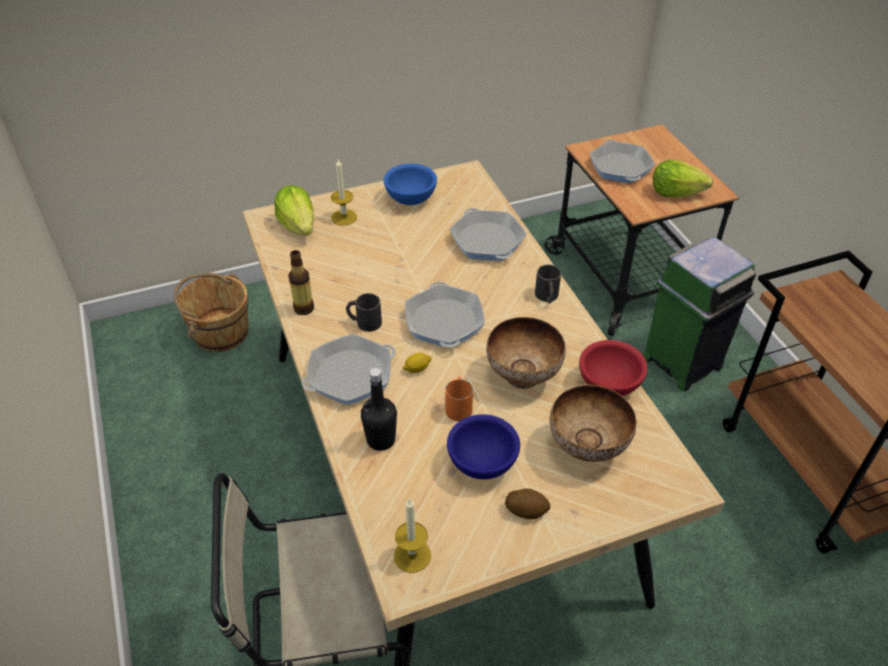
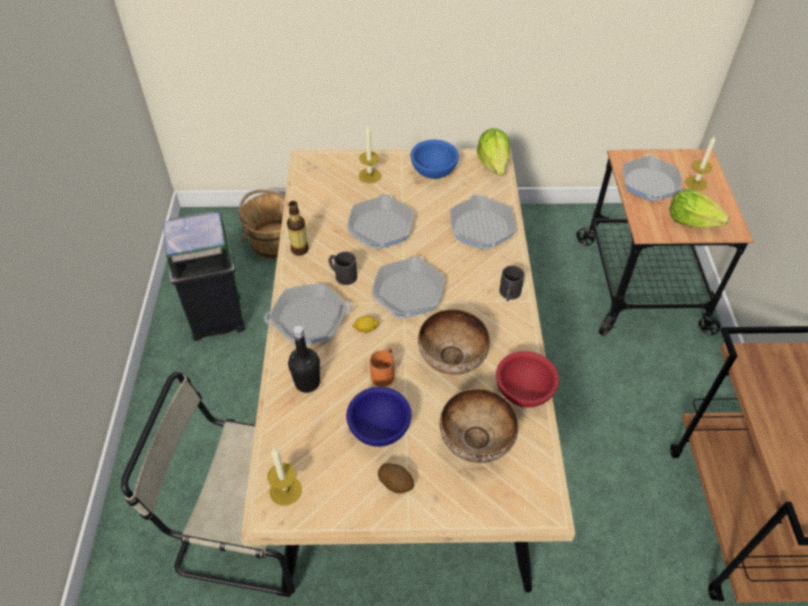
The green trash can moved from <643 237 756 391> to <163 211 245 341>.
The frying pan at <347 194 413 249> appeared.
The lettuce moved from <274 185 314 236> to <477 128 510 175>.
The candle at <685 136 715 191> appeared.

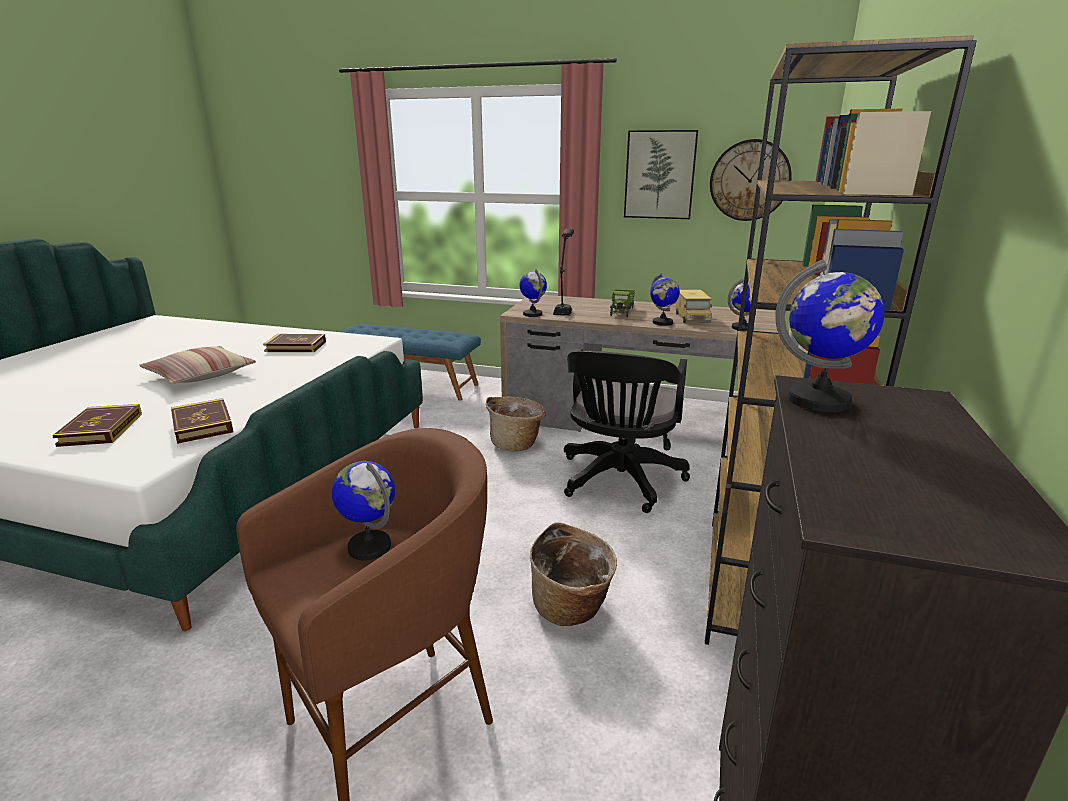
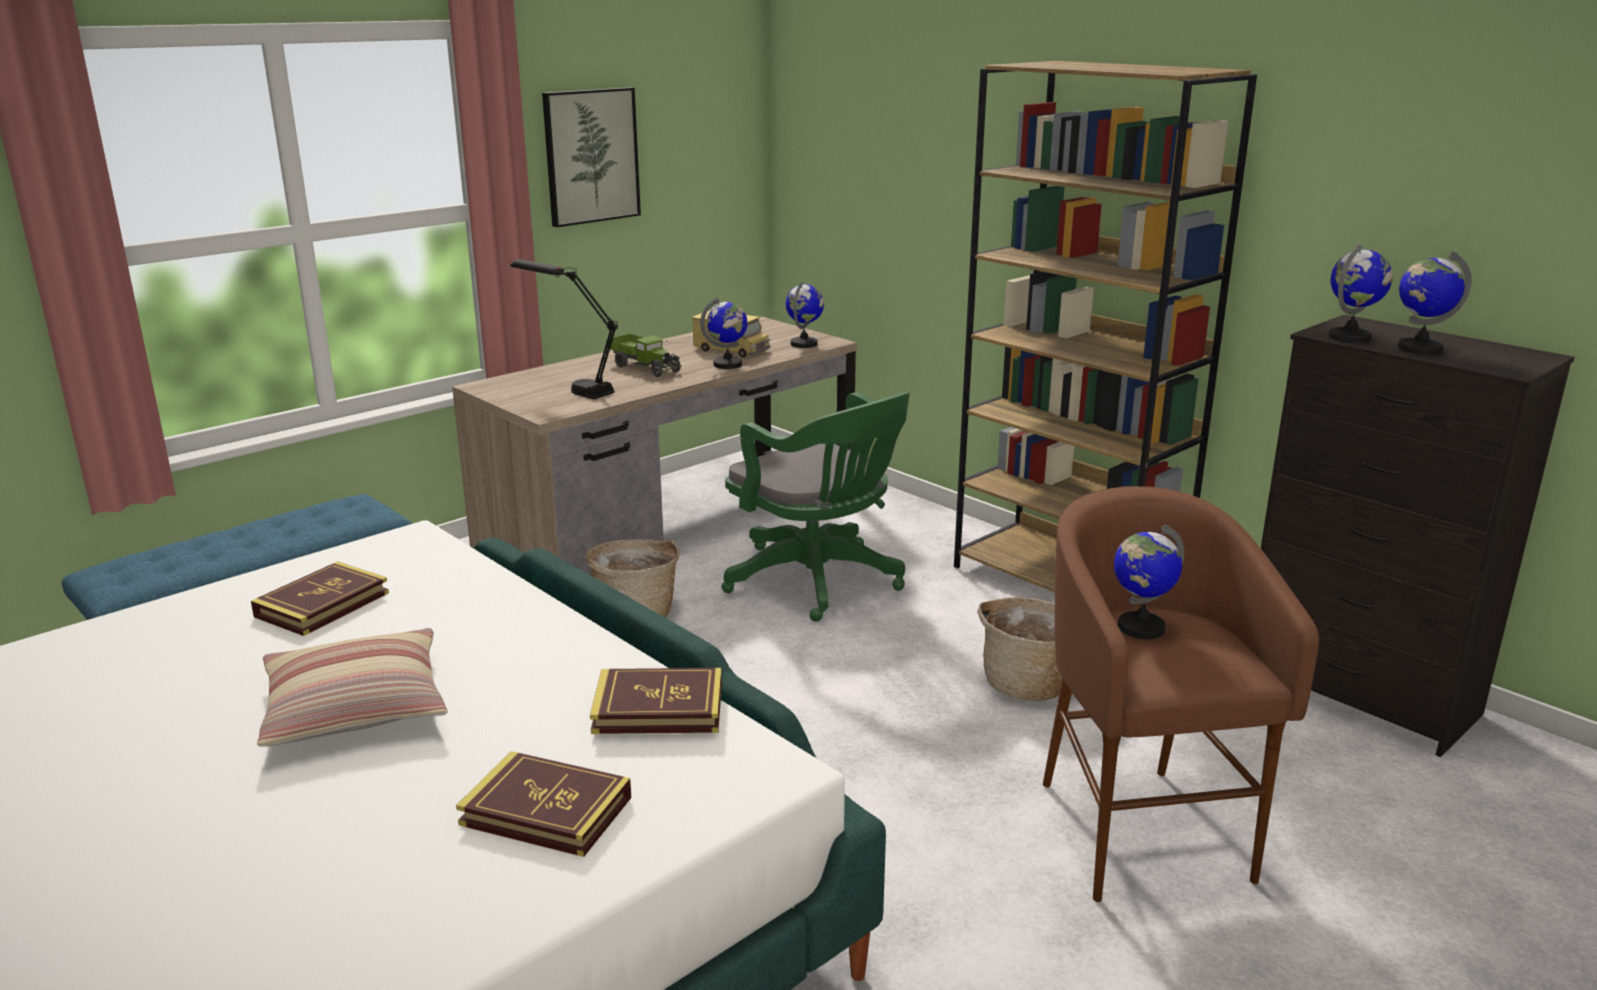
The black office chair at <564 349 690 513> became the green office chair at <722 392 910 622>.
The globe moved from <520 269 547 317> to <1398 251 1472 355>.
The wall clock at <710 139 792 221> disappeared.

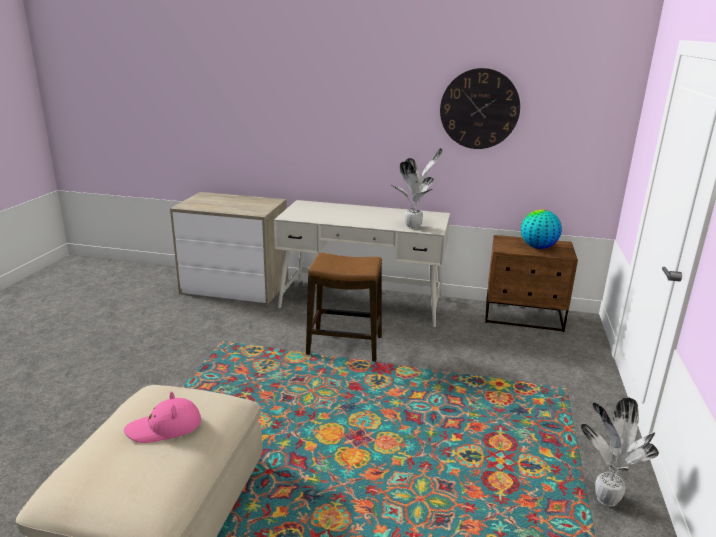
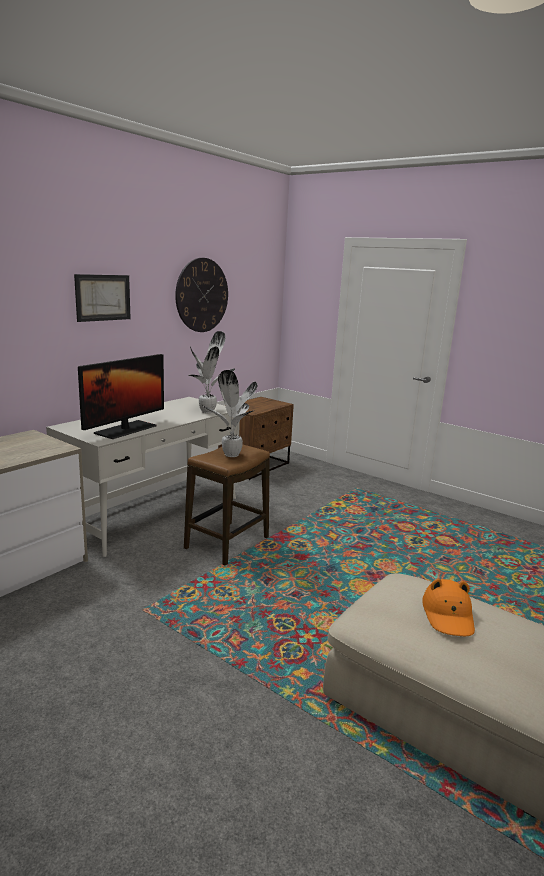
The picture at <74 274 131 322> appeared.
The monitor at <78 354 164 439> appeared.
The potted plant moved from <581 397 659 507> to <202 370 258 457>.
The pink hat at <124 391 201 443> became the orange hat at <422 578 475 636>.
The globe at <521 210 562 249> disappeared.

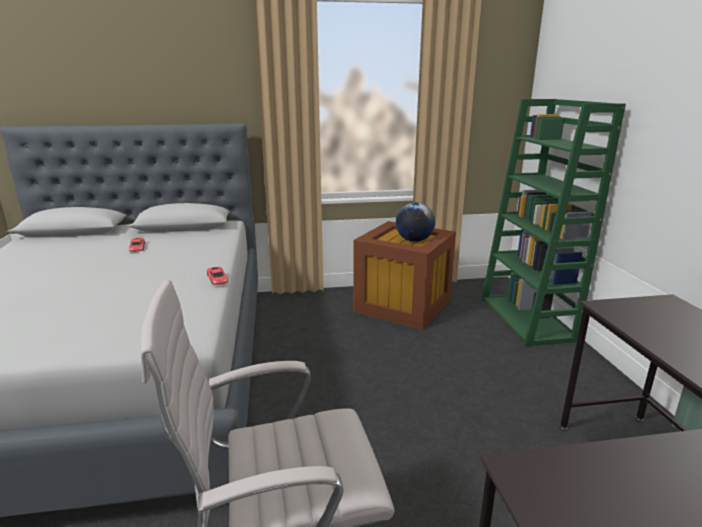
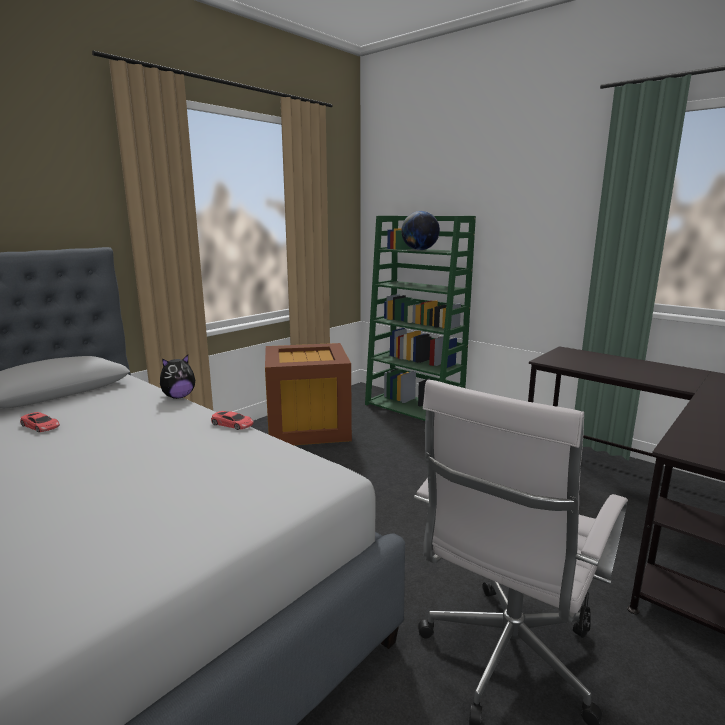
The plush toy at <160 355 195 399> appeared.
The globe moved from <396 202 435 242> to <401 211 440 250>.

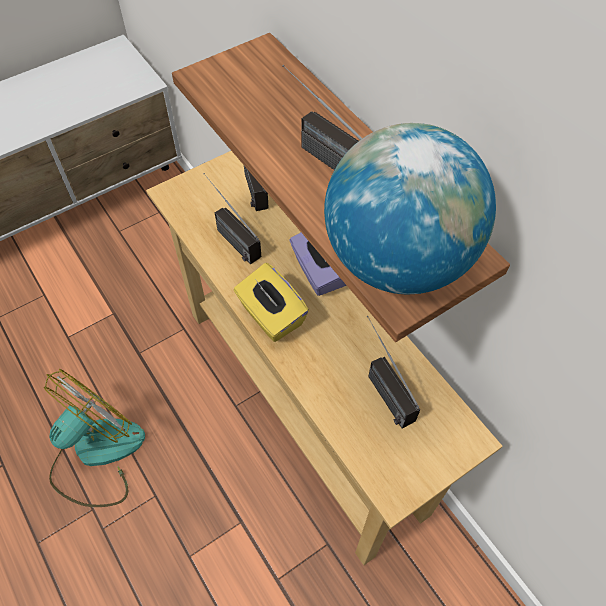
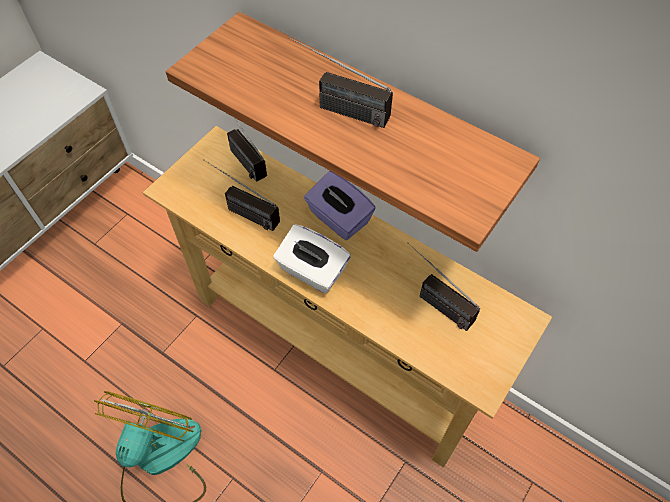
The yellow tissue box at <234 263 309 342> became the white tissue box at <273 224 351 294>.
The globe at <324 123 496 294> disappeared.

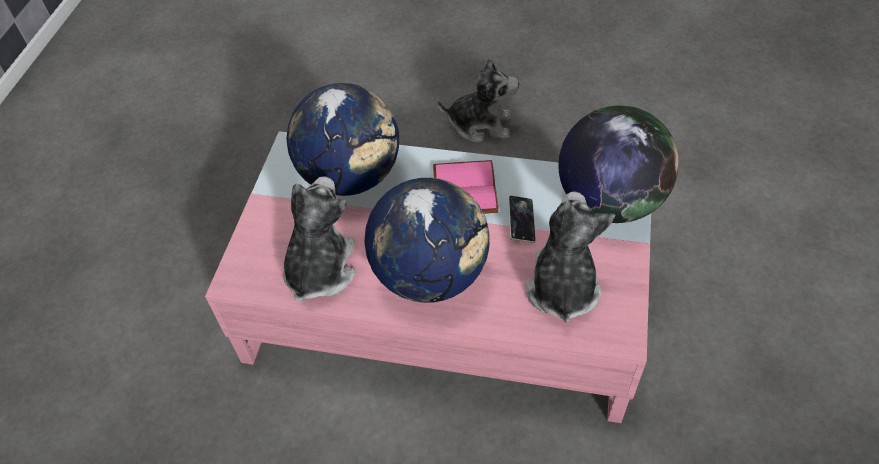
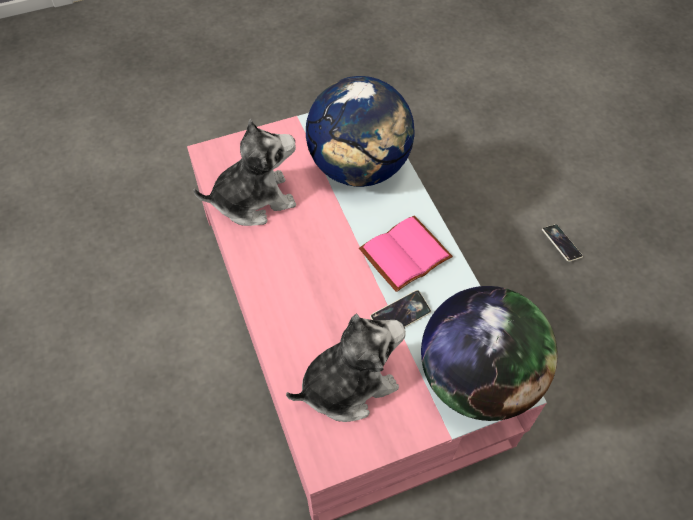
The plush toy at <437 57 519 143> was replaced by the phone at <542 224 583 262>.
The globe at <364 178 490 303> disappeared.

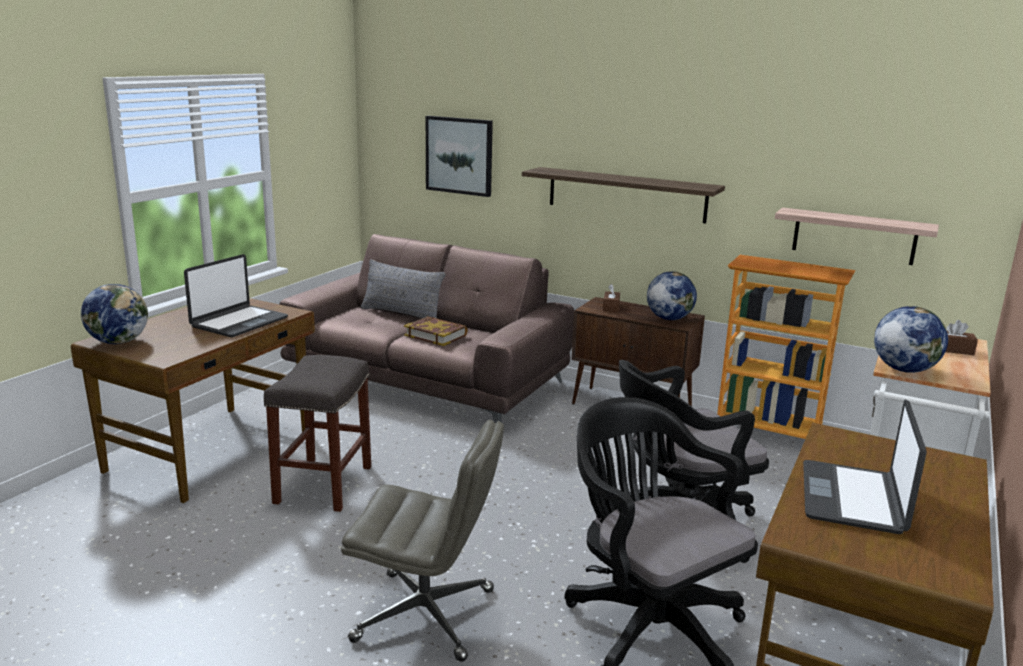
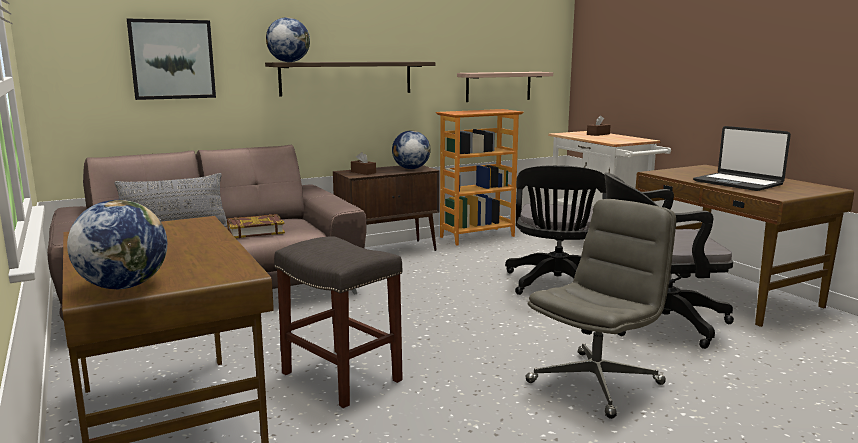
The globe moved from <874 306 948 373> to <266 17 310 62>.
The laptop at <184 254 288 337> disappeared.

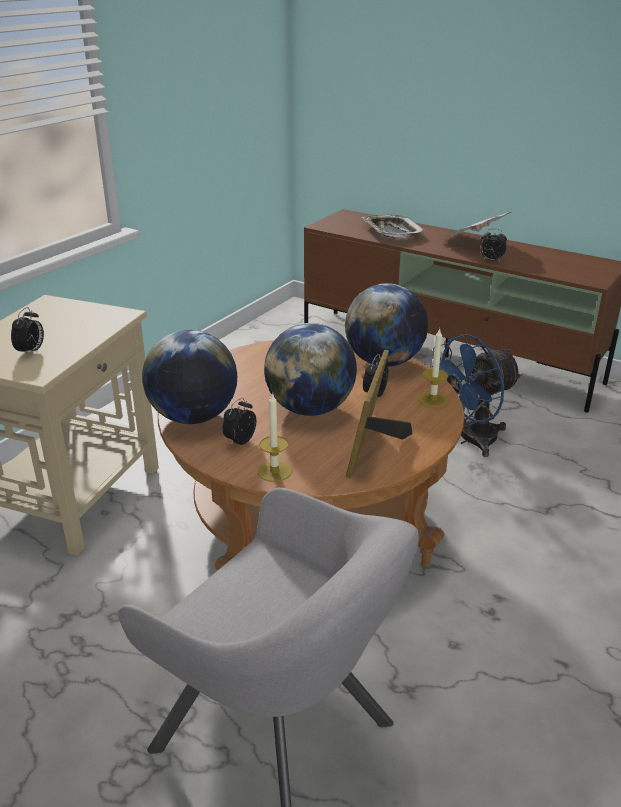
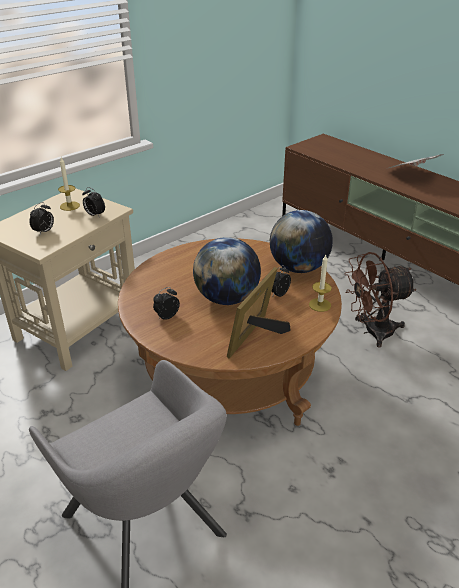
The candle moved from <258 392 292 482> to <58 157 80 211>.
The alarm clock moved from <481 229 507 262> to <82 187 105 218>.
The blue fan at <430 334 522 457> became the brown fan at <344 252 417 348>.
The globe at <142 330 237 424> disappeared.
The tray at <362 215 425 238> disappeared.

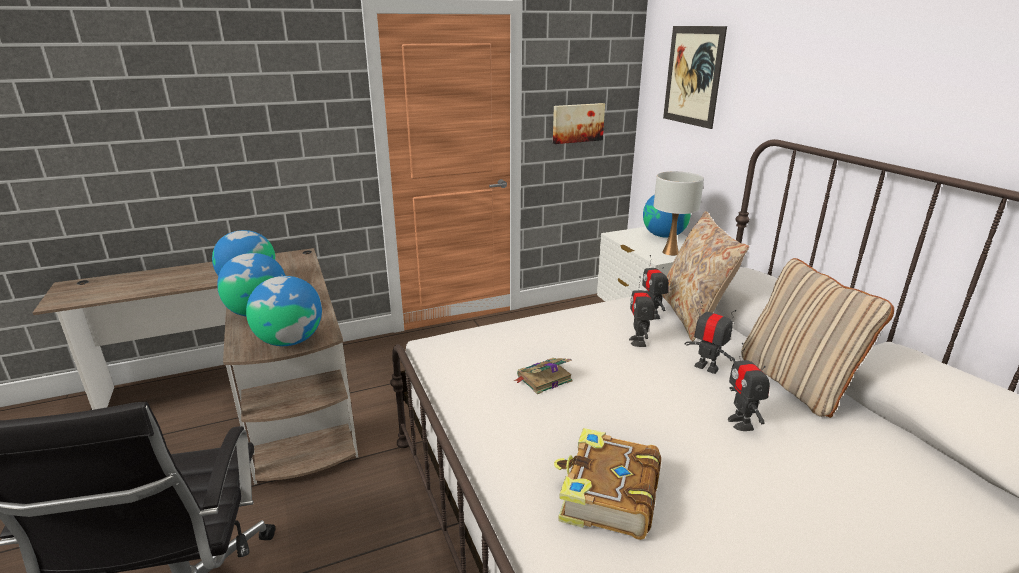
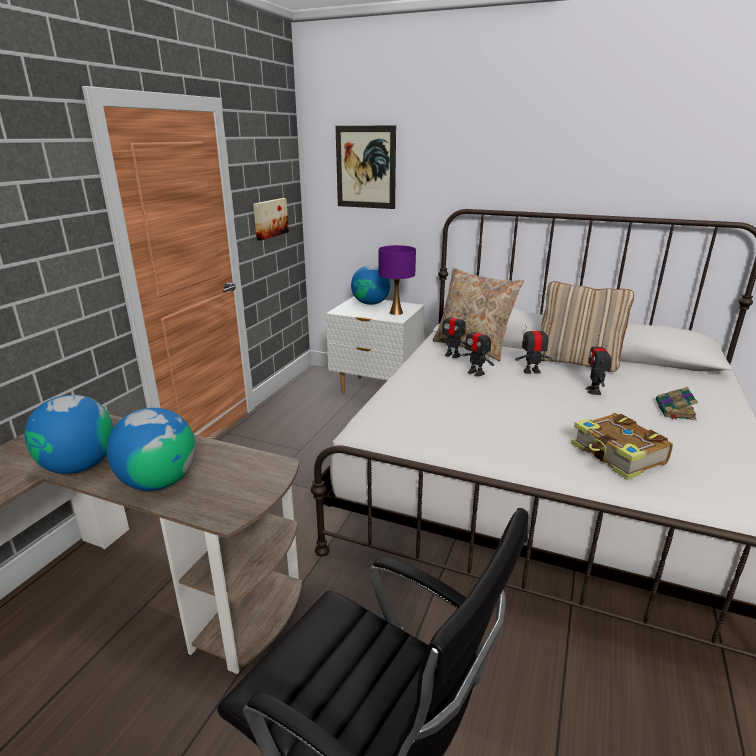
The white table lamp at <654 171 704 256> became the purple table lamp at <379 245 416 315>.
The toy robot at <728 343 770 431> turned 60 degrees clockwise.
The book moved from <514 358 573 394> to <656 387 698 420>.
The globe at <246 276 322 346> disappeared.

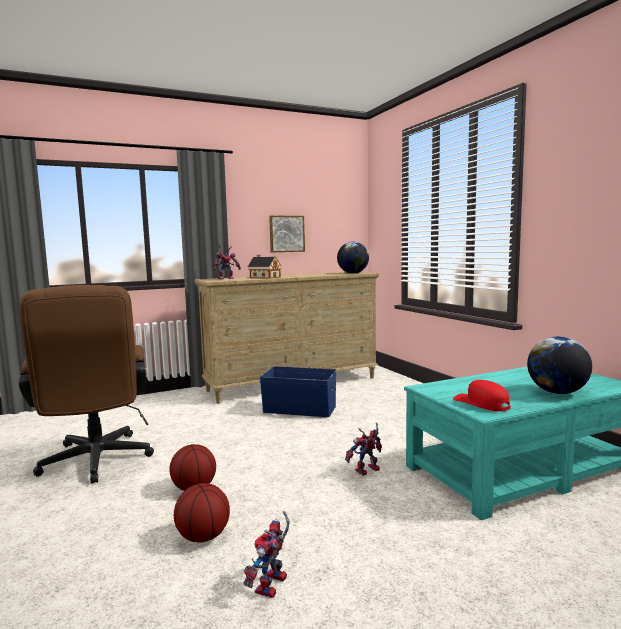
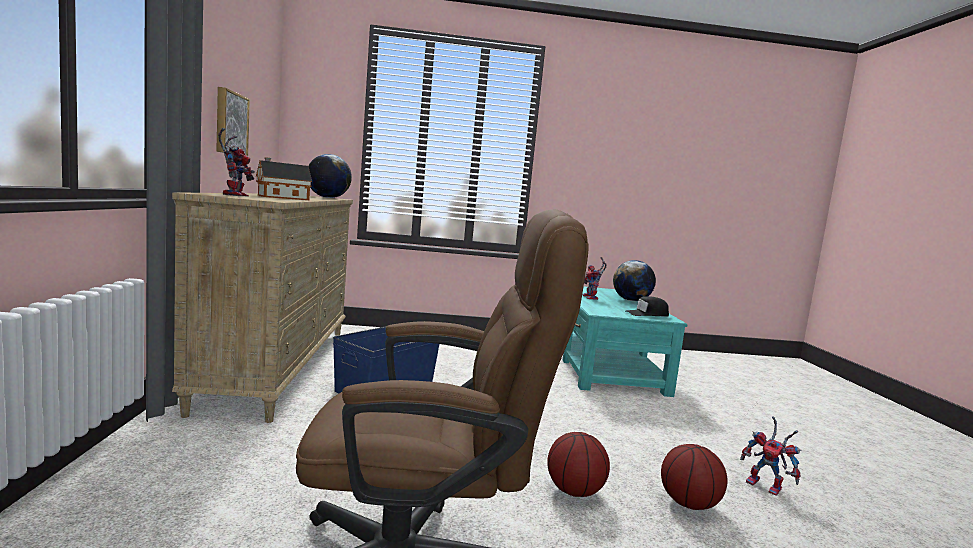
The toy robot moved from <345 422 382 476> to <582 257 607 300>.
The red cap at <453 380 510 411> became the black cap at <626 296 669 317>.

